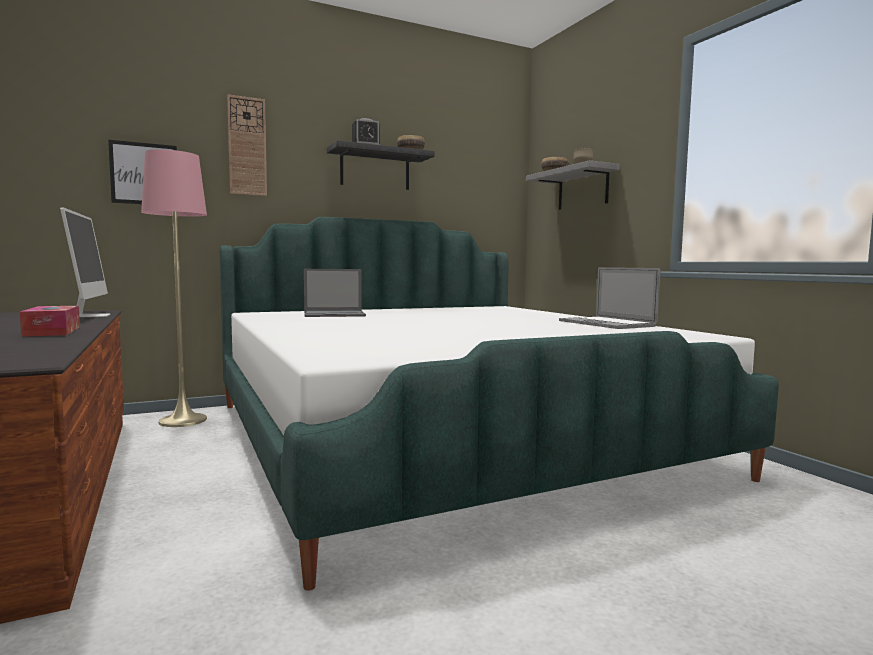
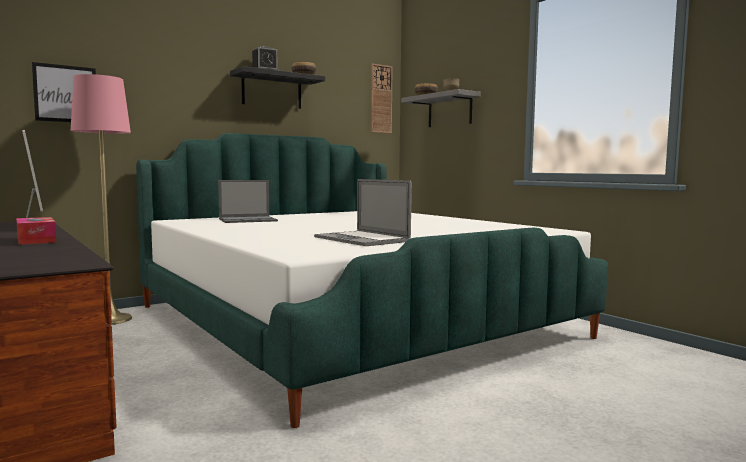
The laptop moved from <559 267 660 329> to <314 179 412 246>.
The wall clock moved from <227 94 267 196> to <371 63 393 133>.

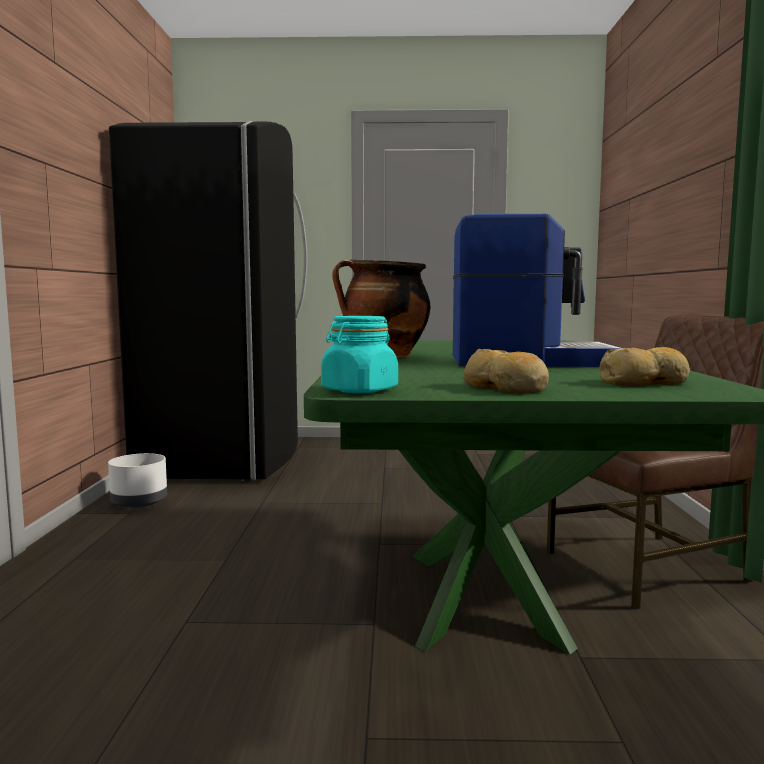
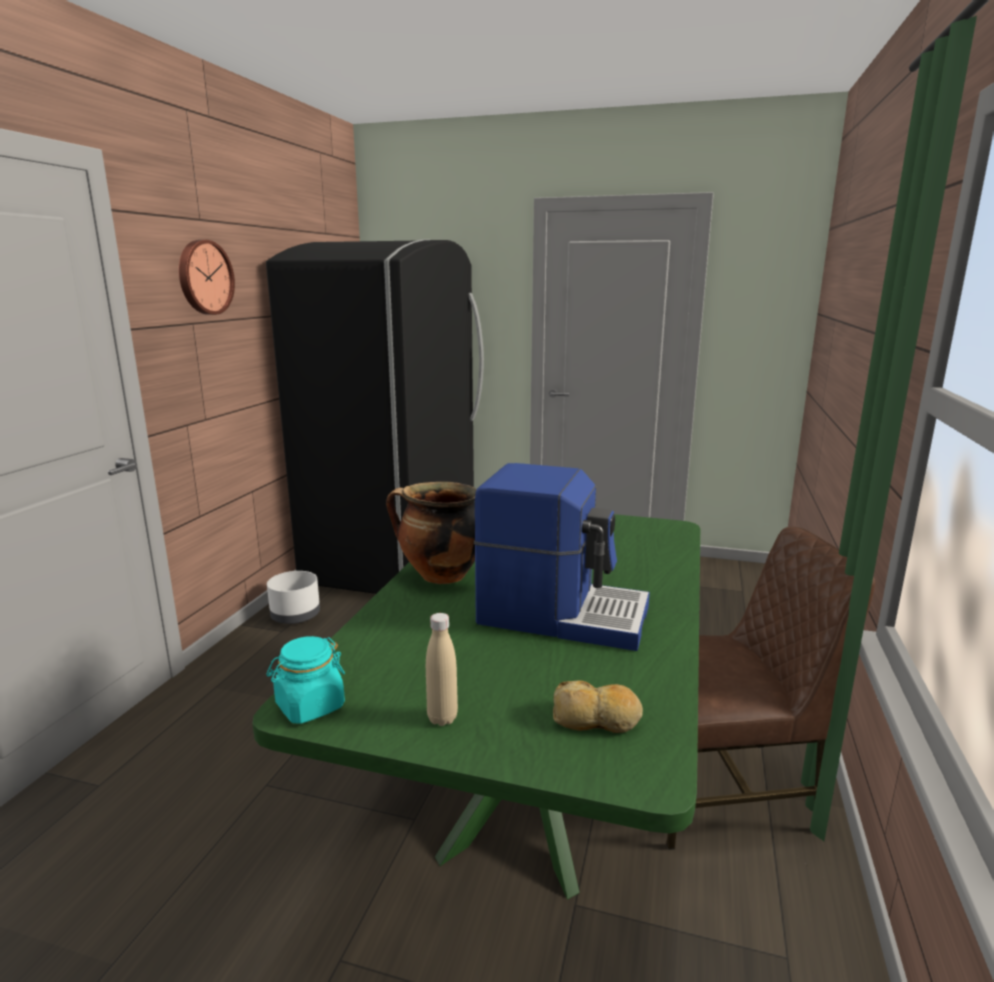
The wall clock at <179 240 235 315> appeared.
The bread at <463 349 549 393> was replaced by the beige bottle at <426 613 458 726>.

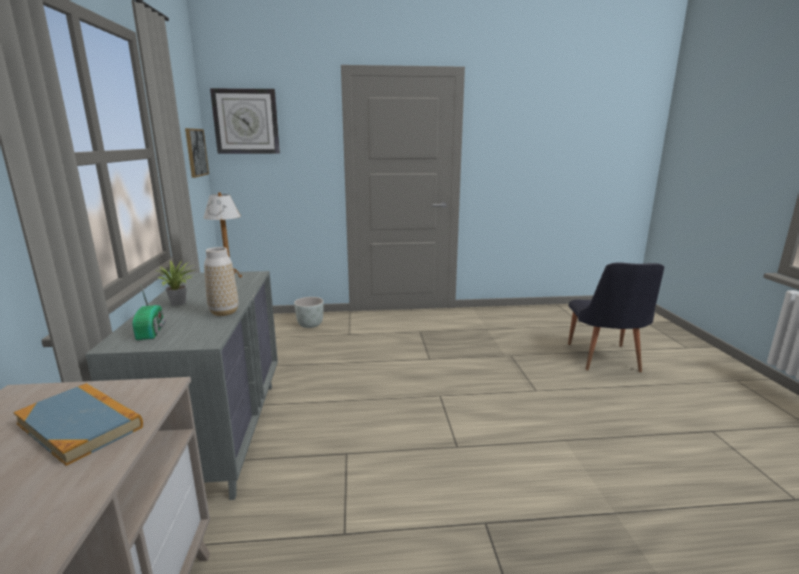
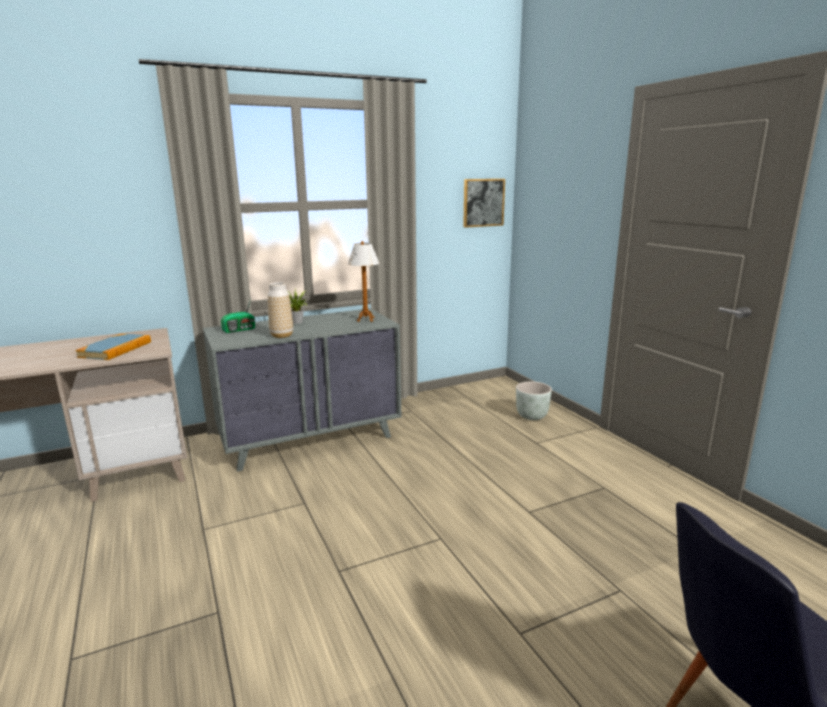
The wall clock at <210 88 280 154> disappeared.

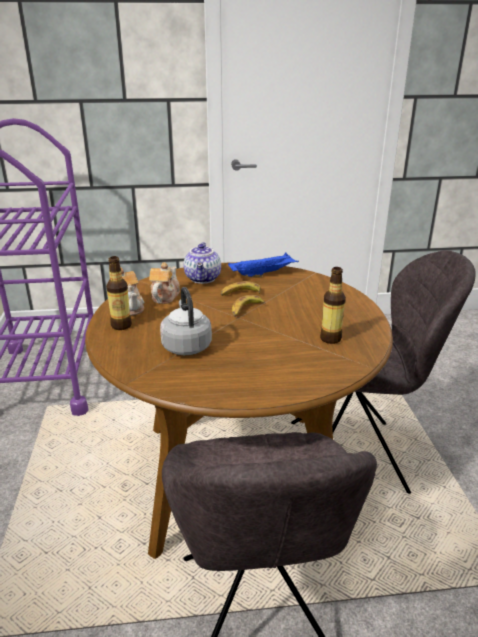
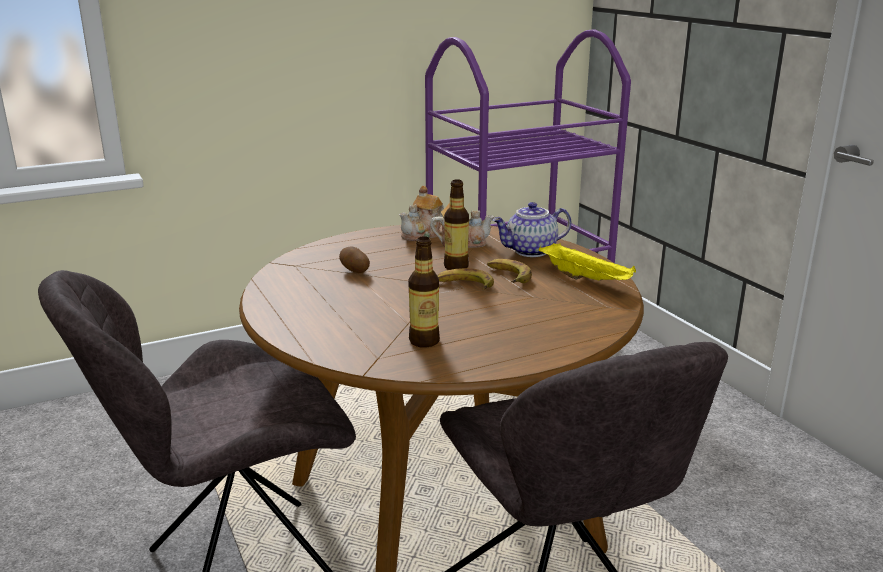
The grey kettle at <160 287 212 355> was replaced by the potato at <339 247 370 273>.
The bottle moved from <106 256 132 330> to <444 179 469 270>.
The blue tray at <228 253 299 278> became the yellow tray at <538 243 636 281>.

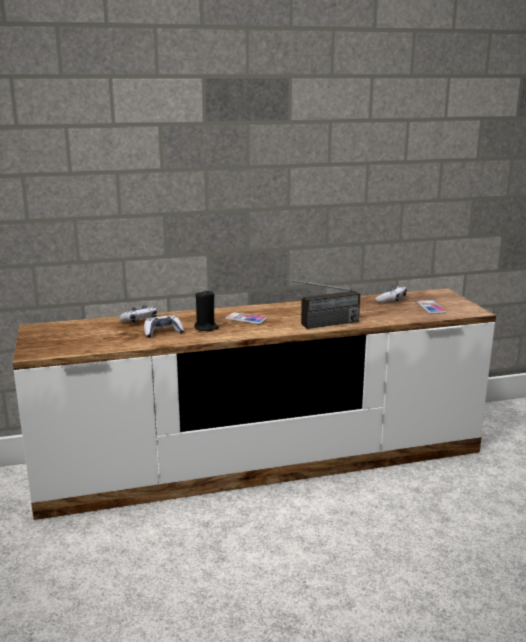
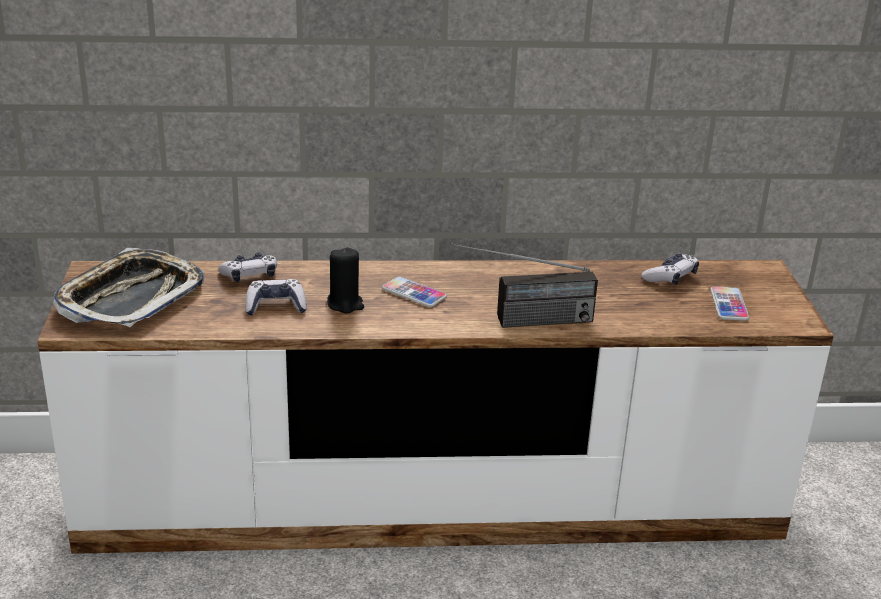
The tray at <53 248 204 327> appeared.

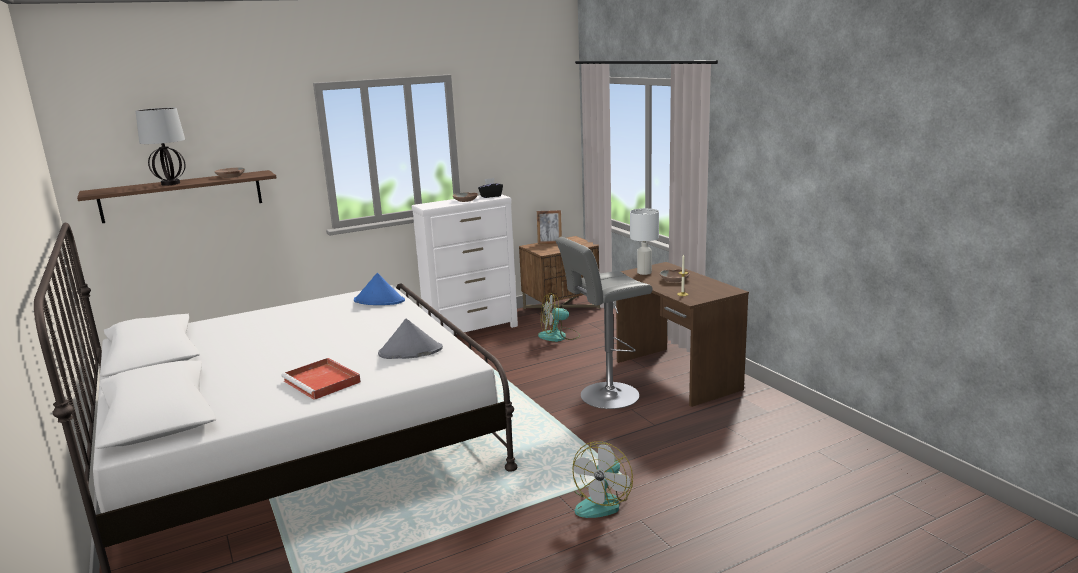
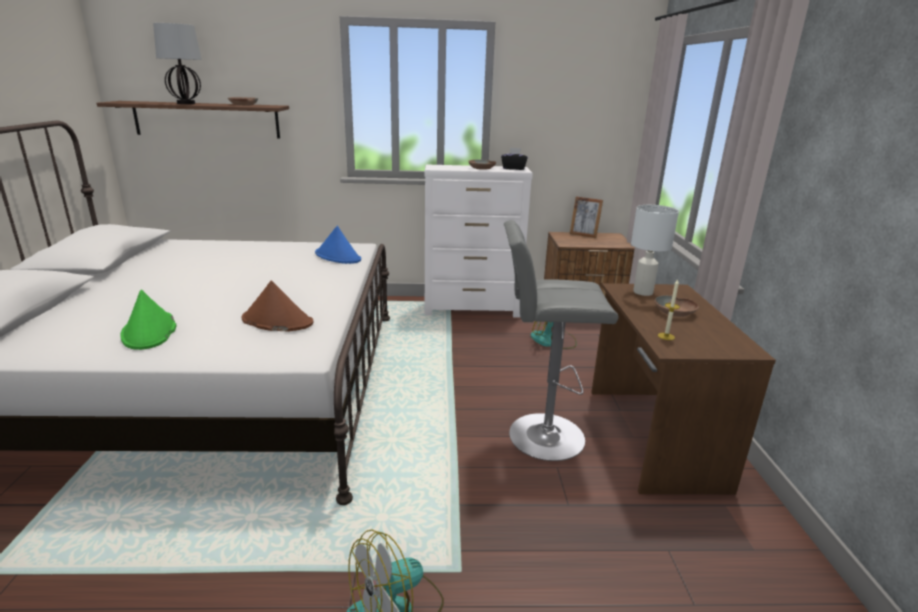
The red tray at <281 358 361 400> was replaced by the green hat at <120 289 176 350>.
The grey hat at <378 319 443 359> became the brown hat at <242 281 314 331>.

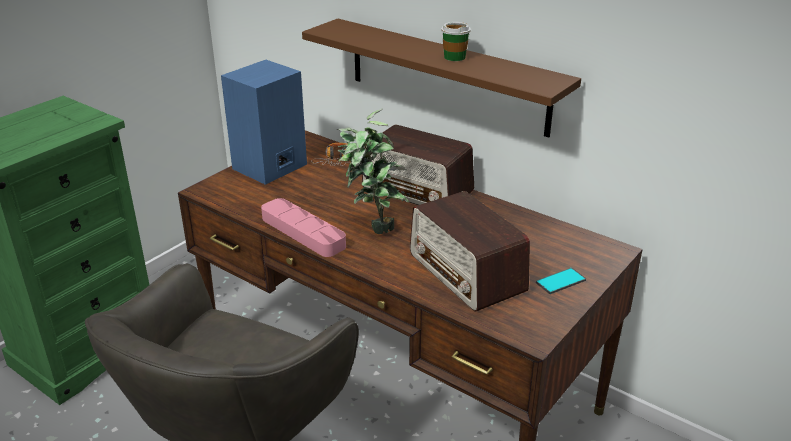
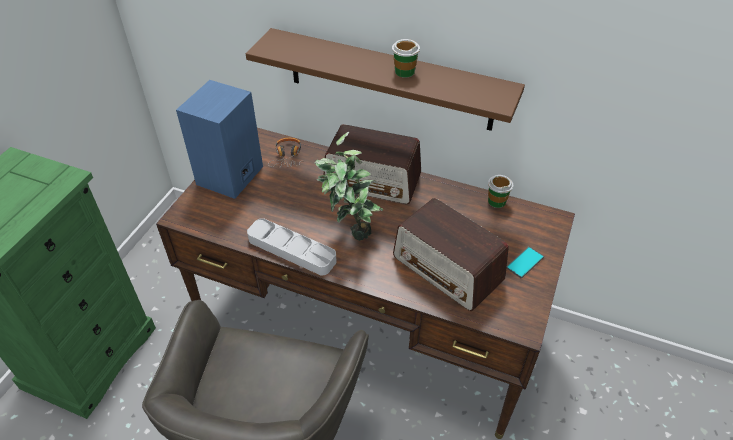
The pink tray at <261 198 346 257> became the grey tray at <247 218 337 275>.
The cup at <488 175 513 208> appeared.

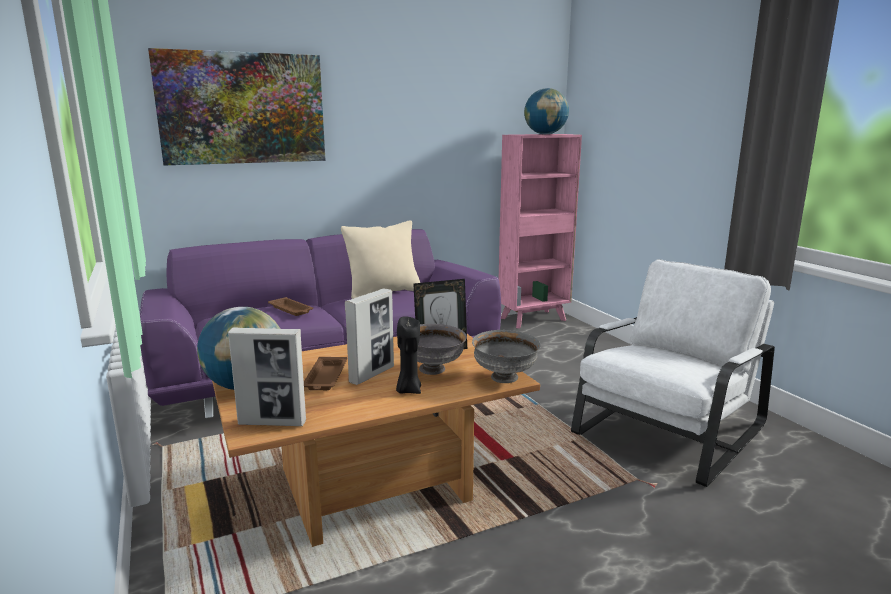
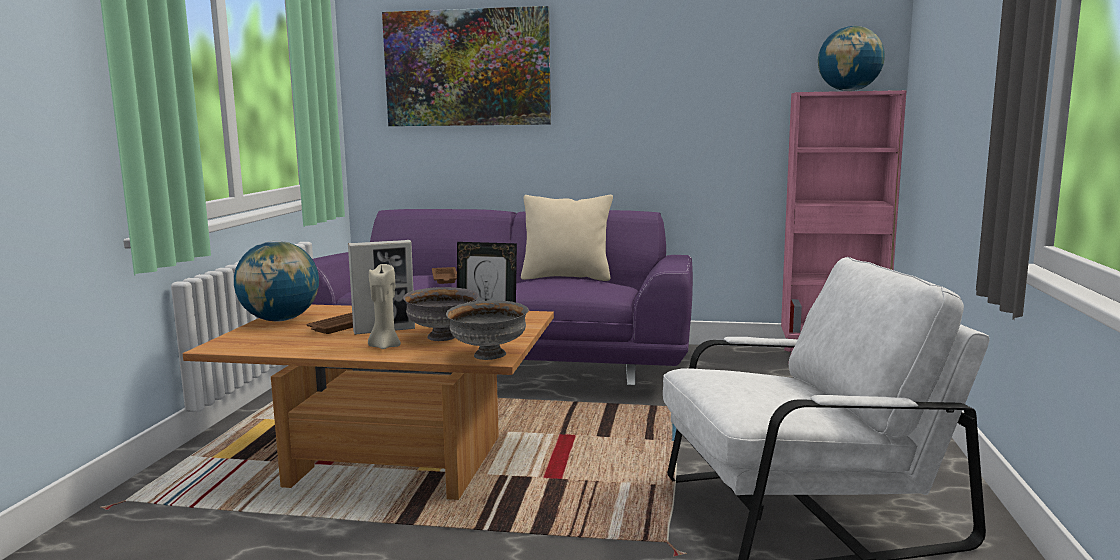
The black candle at <396 316 421 394> became the beige candle at <368 264 401 349>.
The picture frame at <228 327 306 426> disappeared.

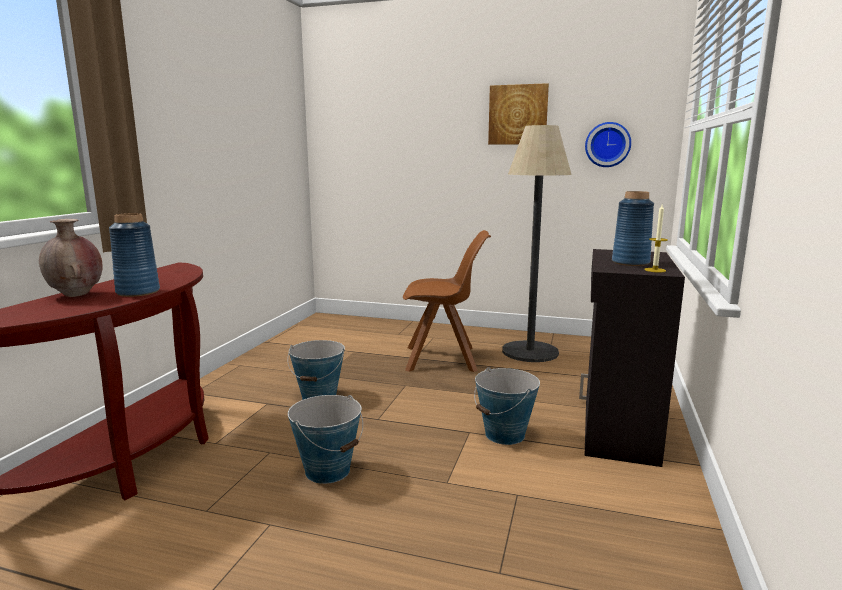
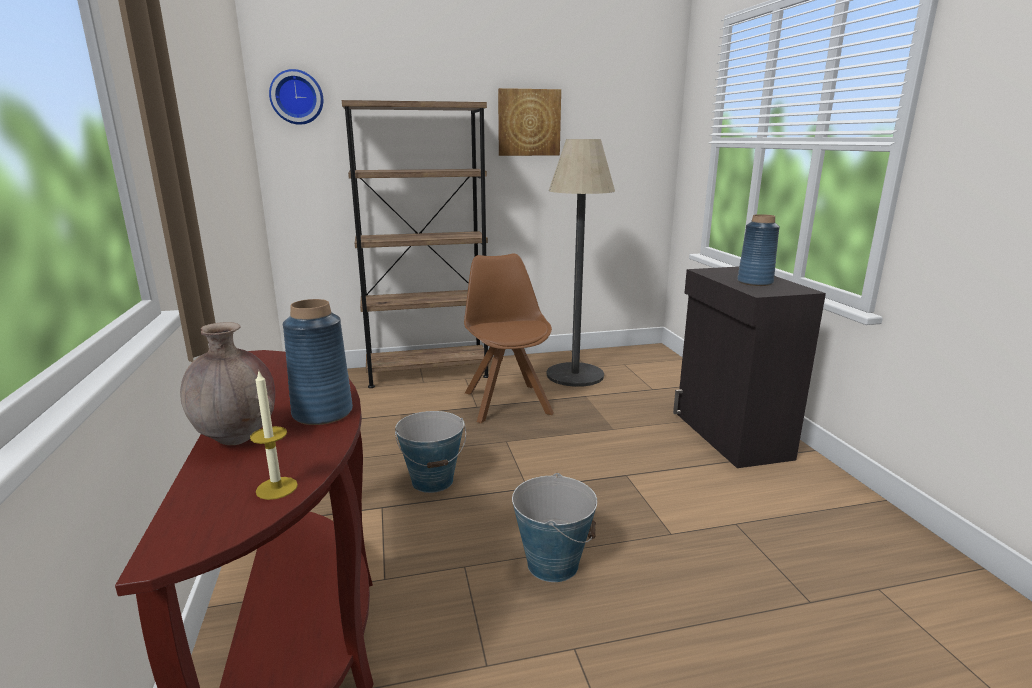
The candle moved from <644 205 668 272> to <250 369 298 500>.
The wall clock moved from <585 122 631 167> to <269 69 323 125>.
The brown bookcase at <342 100 489 388> appeared.
The brown chair at <403 230 491 372> turned 75 degrees counterclockwise.
The bucket at <474 367 540 445> disappeared.

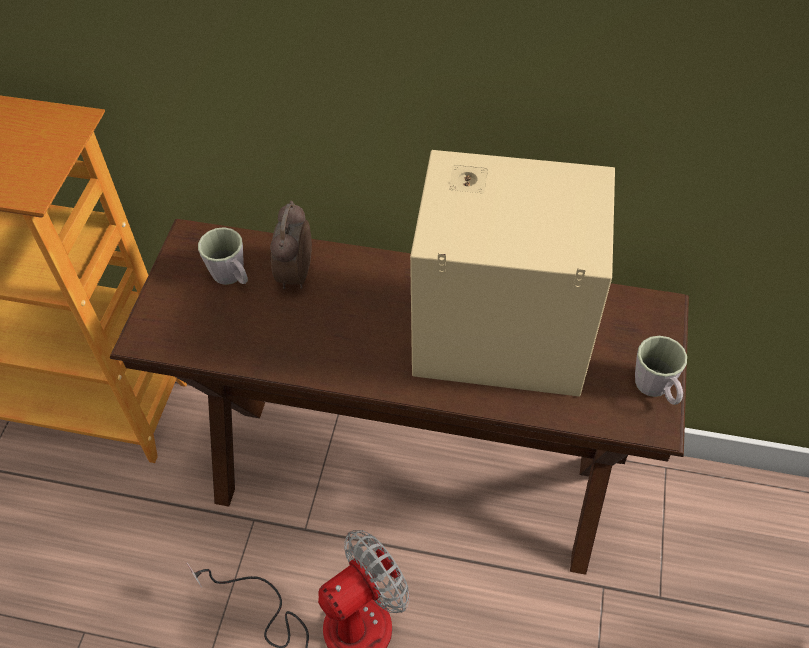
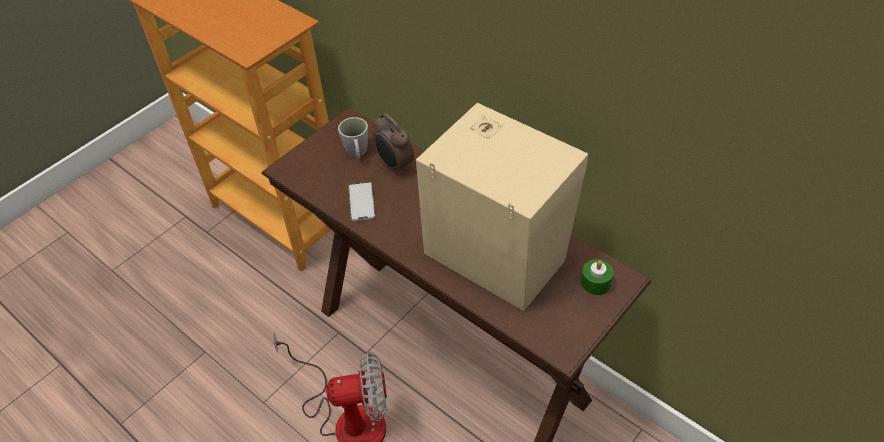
The phone at <349 182 375 221> appeared.
The alarm clock at <270 201 312 289> turned 75 degrees counterclockwise.
The green candle at <581 259 613 295> appeared.
The grey mug at <635 336 687 405> disappeared.

